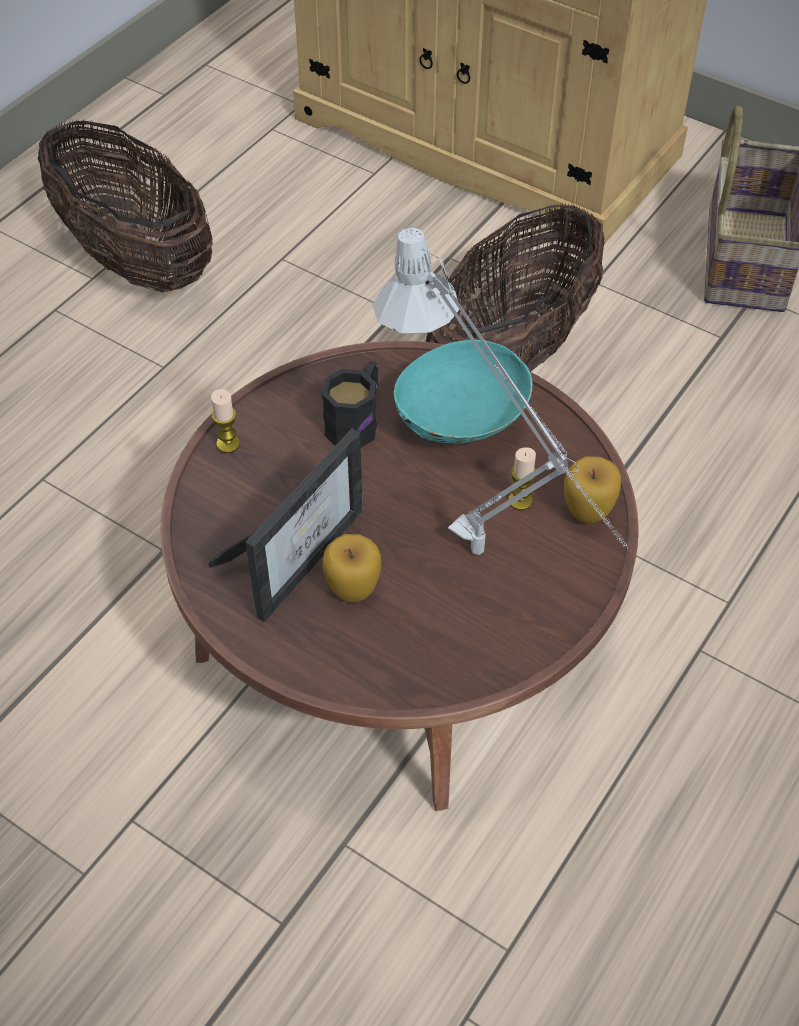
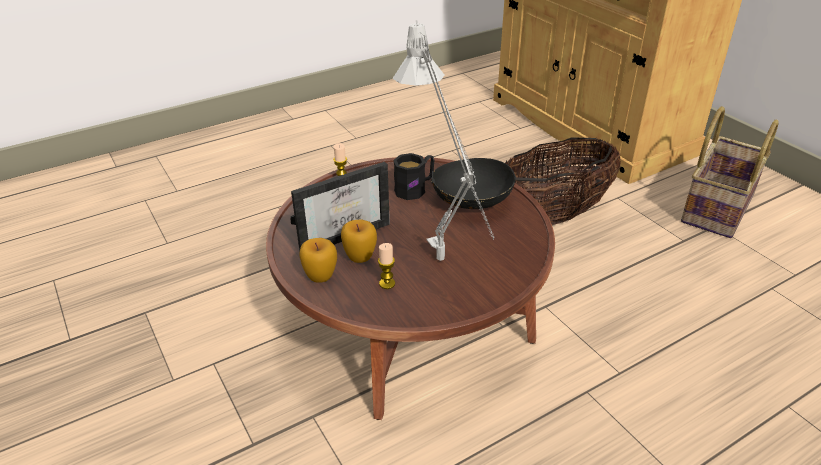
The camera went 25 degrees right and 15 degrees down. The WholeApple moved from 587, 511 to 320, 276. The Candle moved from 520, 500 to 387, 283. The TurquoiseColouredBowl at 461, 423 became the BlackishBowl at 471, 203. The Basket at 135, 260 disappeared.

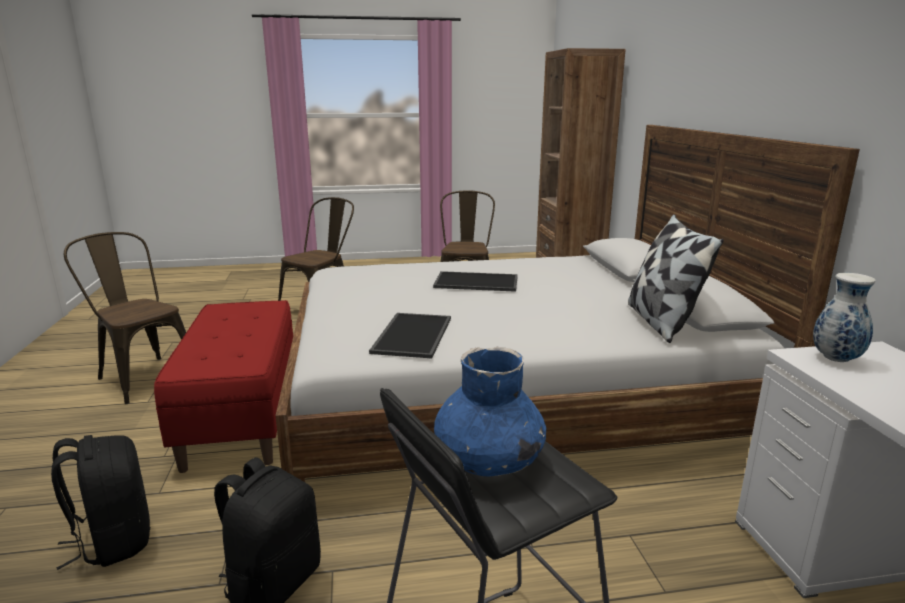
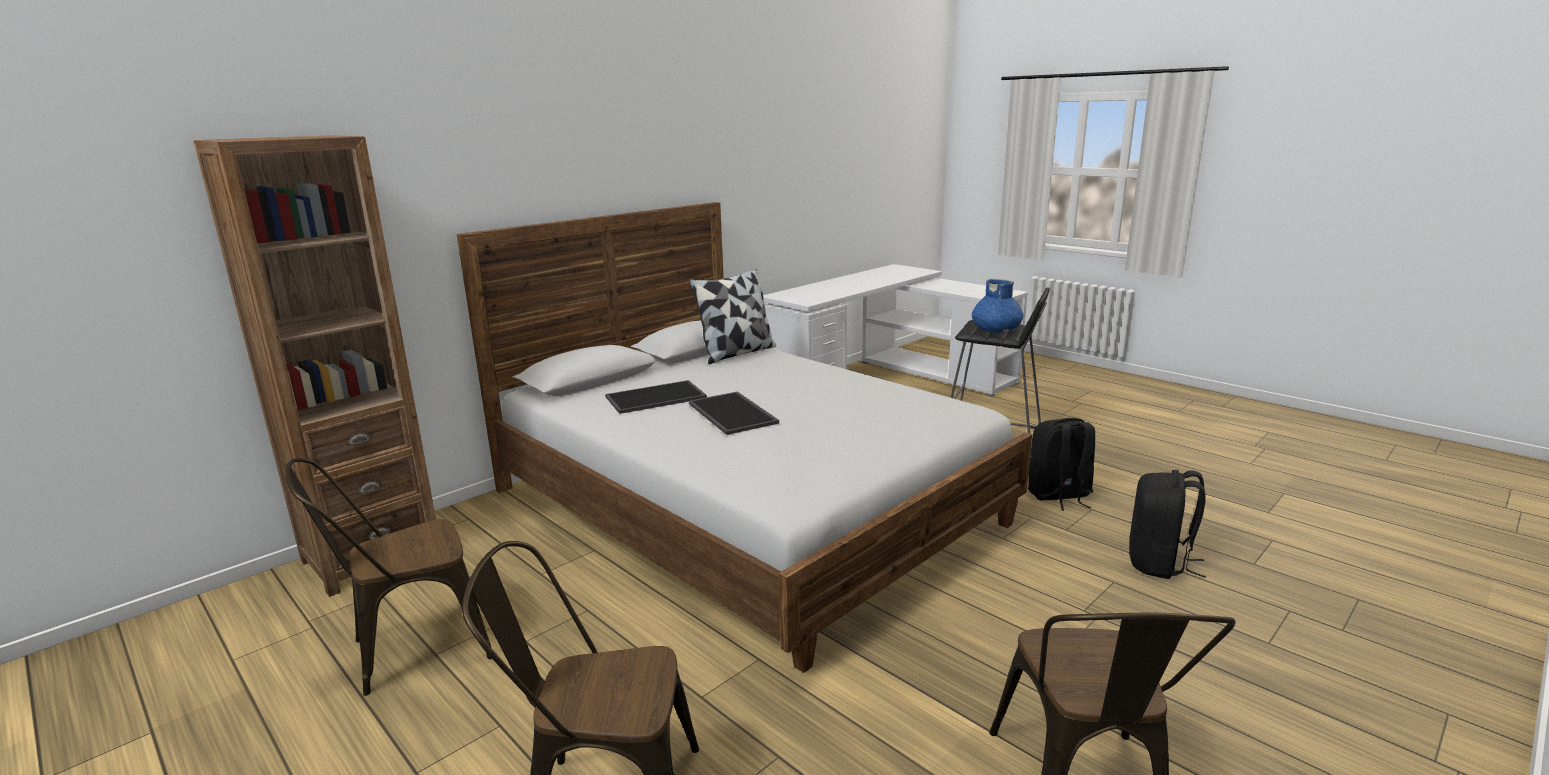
The camera went 125 degrees left and 0 degrees up. The Tray moved from 411, 334 to 655, 398. The RedColouredLongSeat at 243, 416 disappeared. The FlowerVase at 835, 358 disappeared.

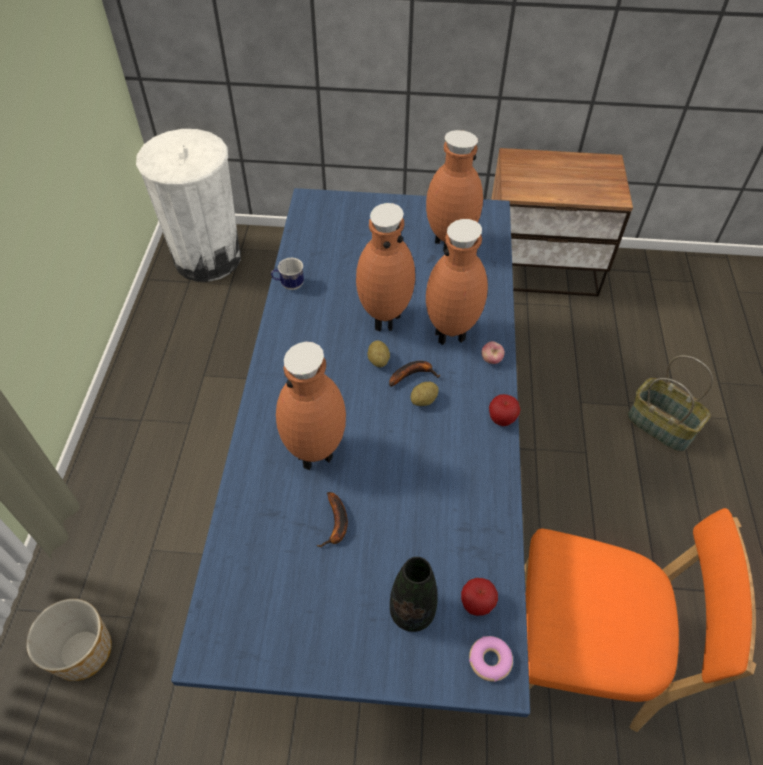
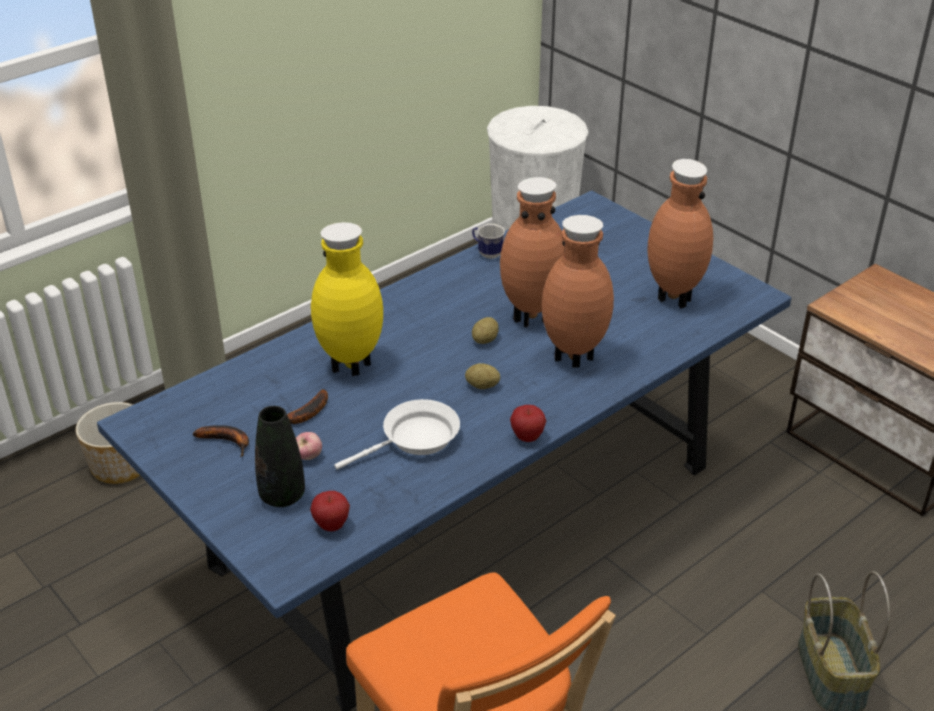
The camera went 45 degrees right and 15 degrees down. The WholeBanana moved from 413, 374 to 228, 441. The WholeApple moved from 491, 360 to 308, 457. The BrownFlowerVase at 317, 455 became the YellowFlowerVase at 351, 368. The WhiteFryingPan at 415, 439 appeared. The RingDoughnut at 490, 660 disappeared.

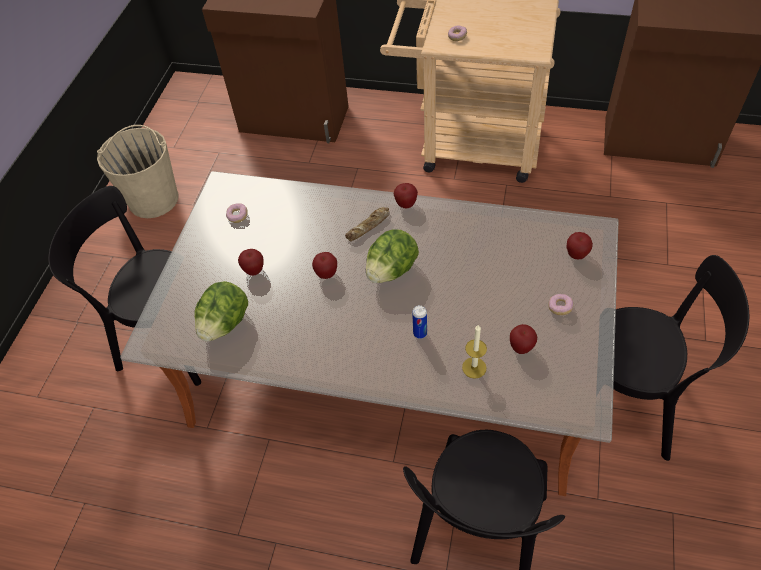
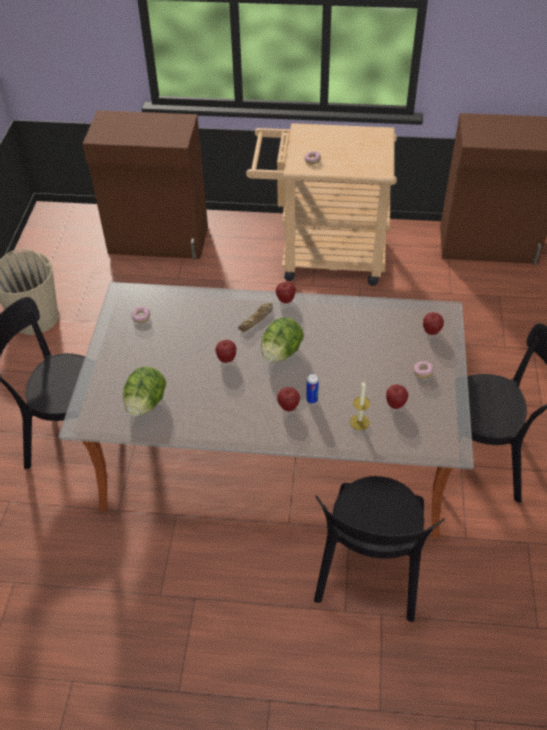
The camera went 10 degrees left and 5 degrees down. The WholeApple moved from 254, 270 to 288, 407.

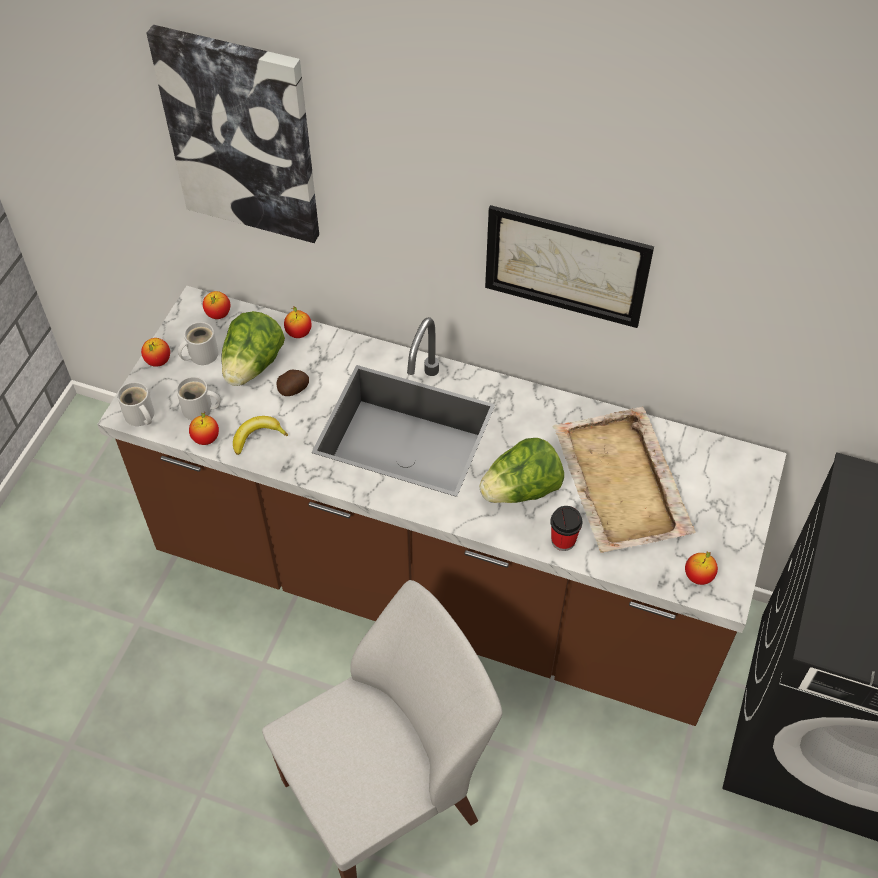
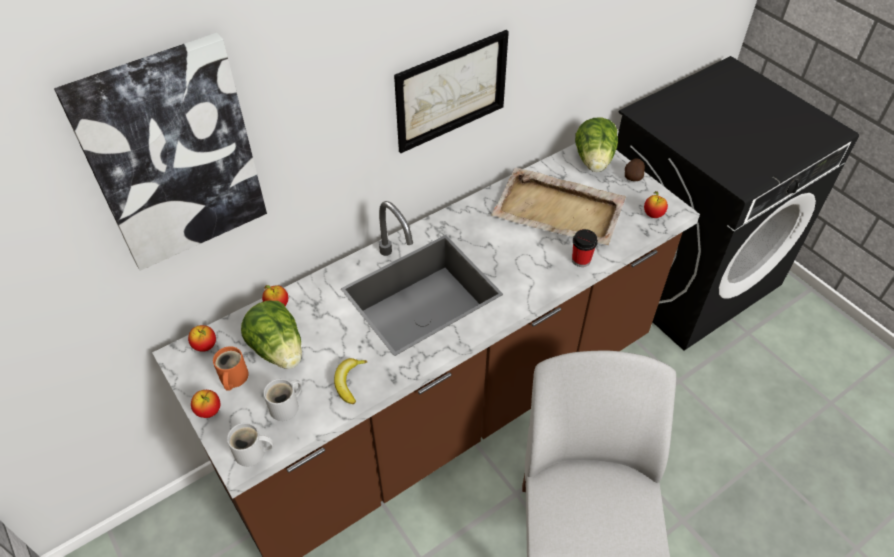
The camera went 55 degrees left and 5 degrees down. The WhiteCoffeeMug at 200, 354 became the OrangeyCoffeeMug at 232, 378. The HeadOfLettuce moved from 521, 490 to 594, 161. The WholePotato moved from 294, 389 to 633, 176. The WholeApple at 206, 438 disappeared.

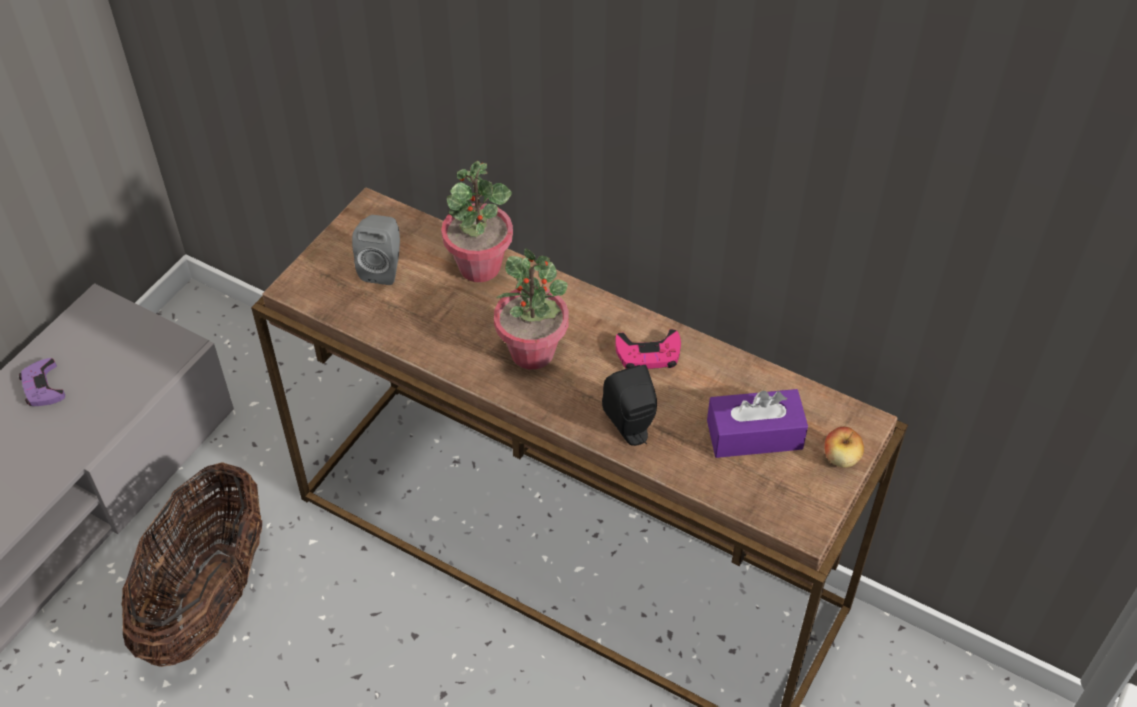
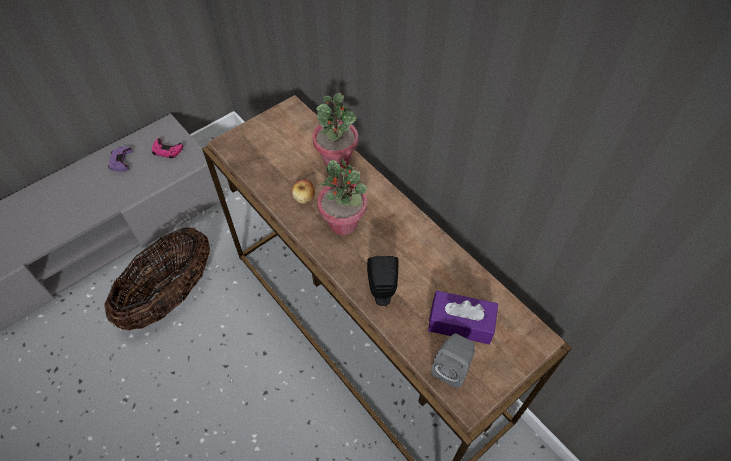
The camera went 20 degrees right and 5 degrees up. The PinkColouredGameController moved from 648, 354 to 167, 150. The WholeApple moved from 841, 458 to 304, 198. The GreyishLoudspeaker moved from 383, 268 to 452, 367.

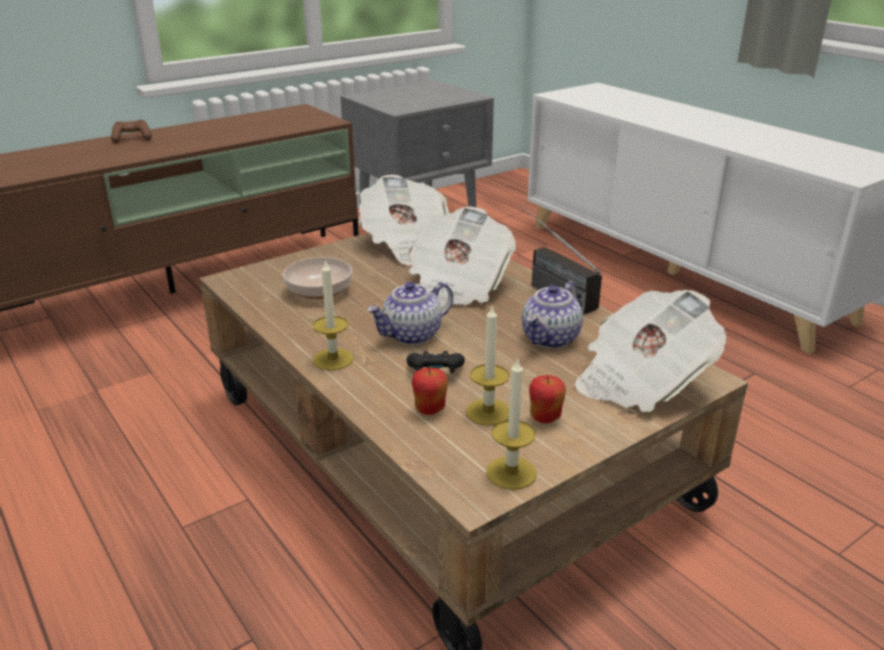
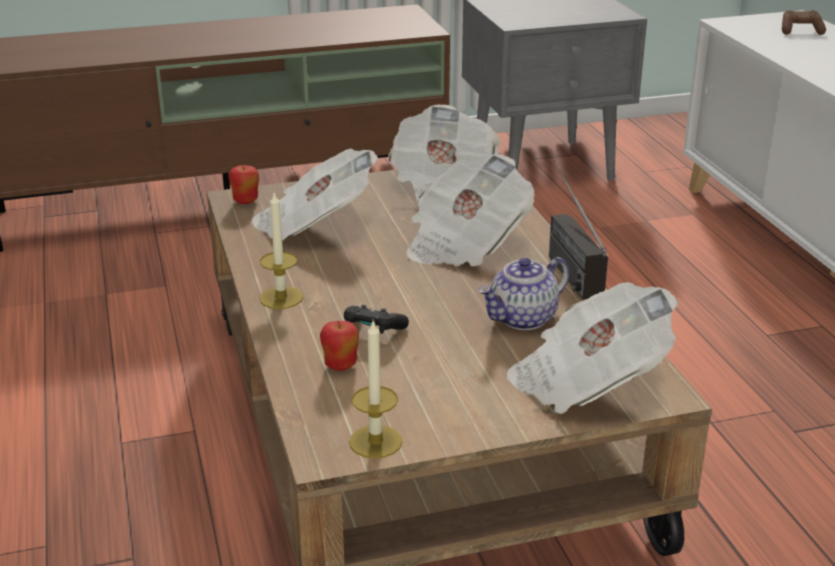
The camera went 20 degrees right and 0 degrees up. The WholeApple moved from 545, 418 to 245, 201. The Bowl at 318, 291 was replaced by the Newspaper at 314, 225. The BrownGameController moved from 132, 139 to 800, 31. The Teapot at 412, 335 disappeared. The Candle at 488, 412 disappeared.

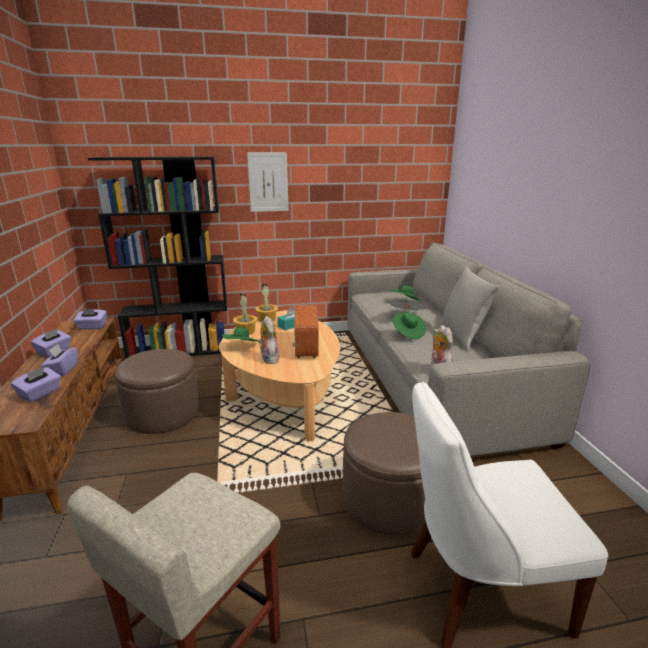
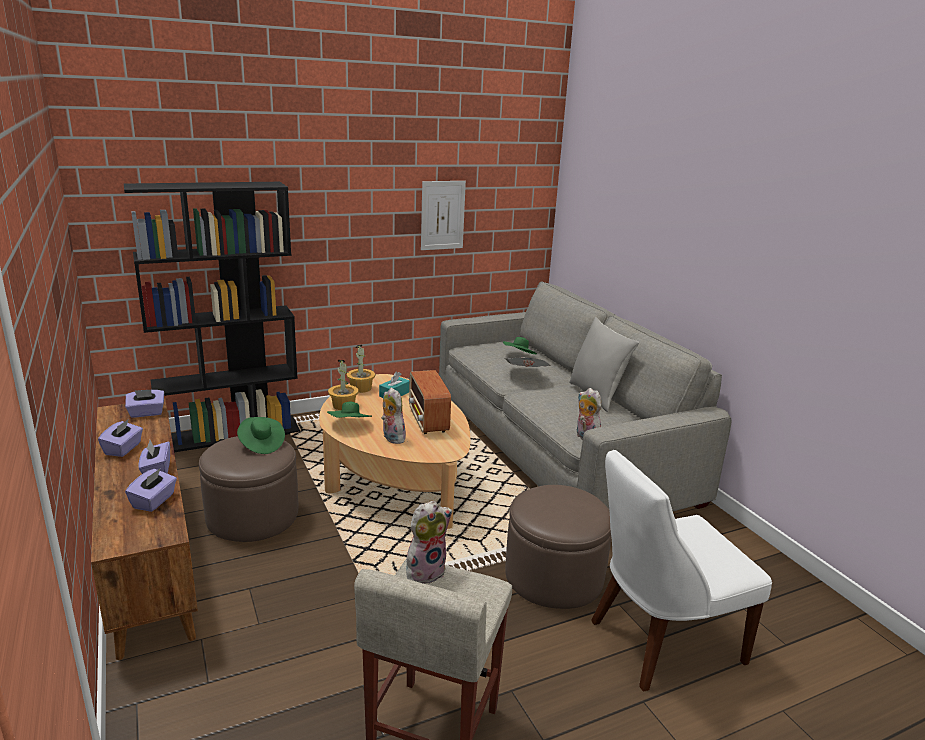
The camera went 15 degrees left and 0 degrees up. The GreenWearableHat moved from 408, 333 to 261, 444. The SoftToy at 426, 571 appeared. The WallArt moved from 268, 182 to 442, 215.

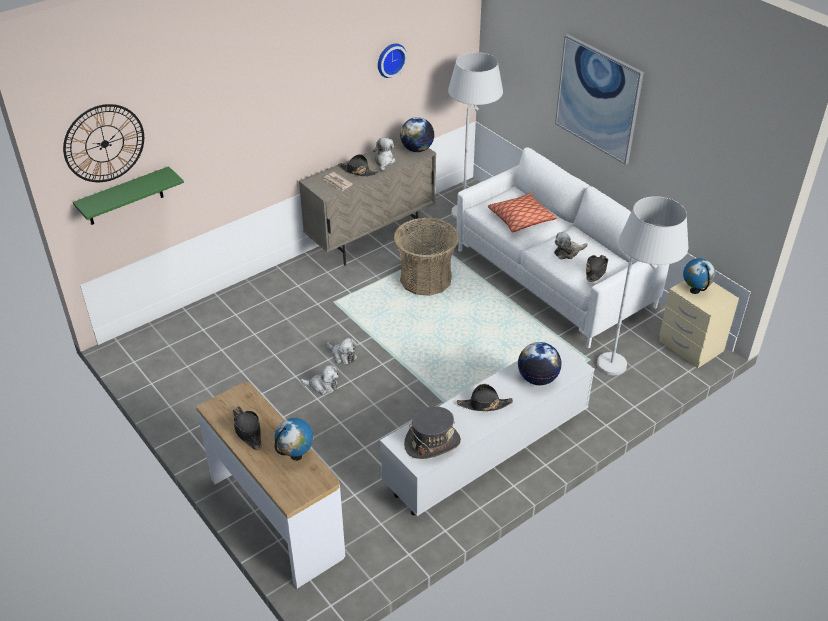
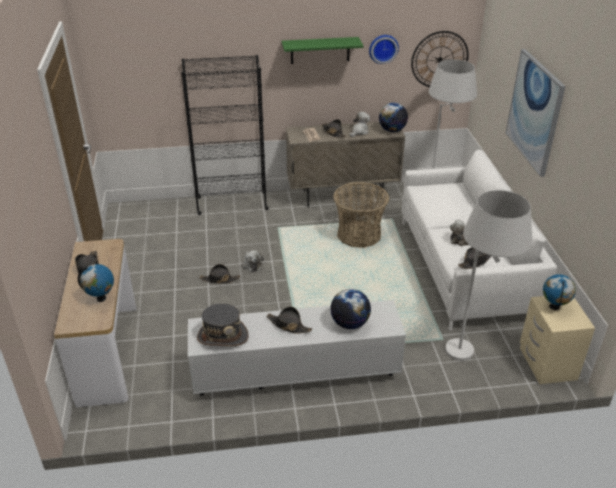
The camera went 30 degrees right and 5 degrees down. The BlackishShelvingUnit at 231, 203 appeared. The SoftToy at 322, 386 was replaced by the BlackishWearableHat at 219, 279. The GreenWallShelf moved from 124, 197 to 320, 50. The HangingClock moved from 104, 143 to 439, 59. The Pillow at 521, 219 disappeared.

